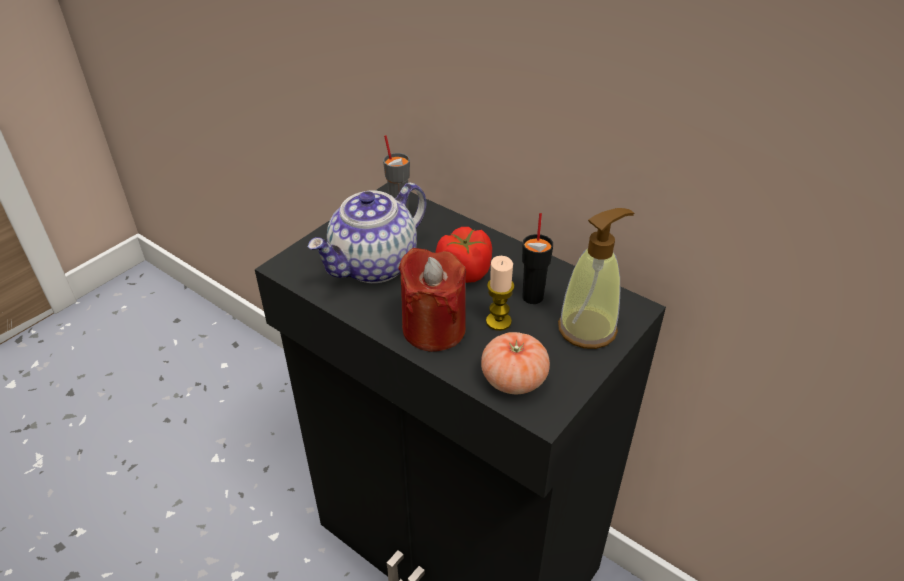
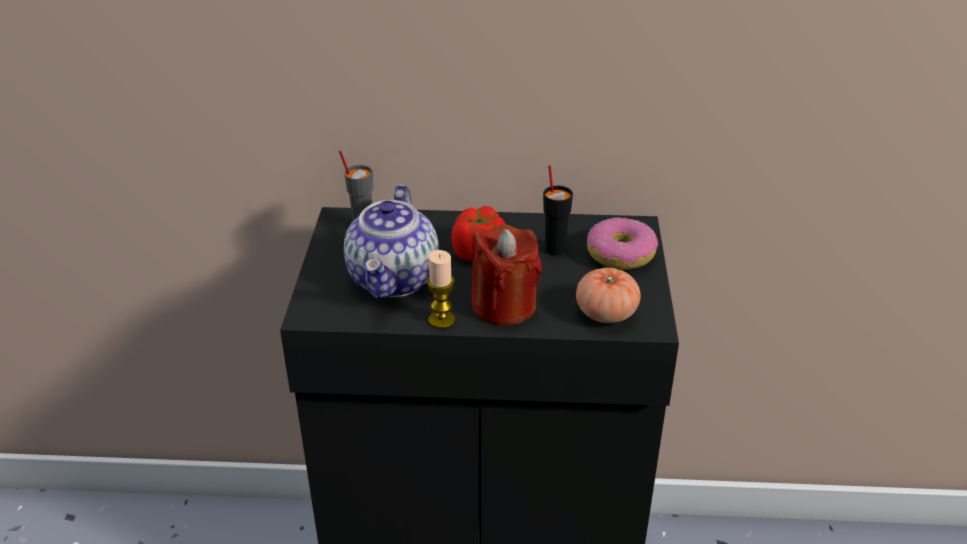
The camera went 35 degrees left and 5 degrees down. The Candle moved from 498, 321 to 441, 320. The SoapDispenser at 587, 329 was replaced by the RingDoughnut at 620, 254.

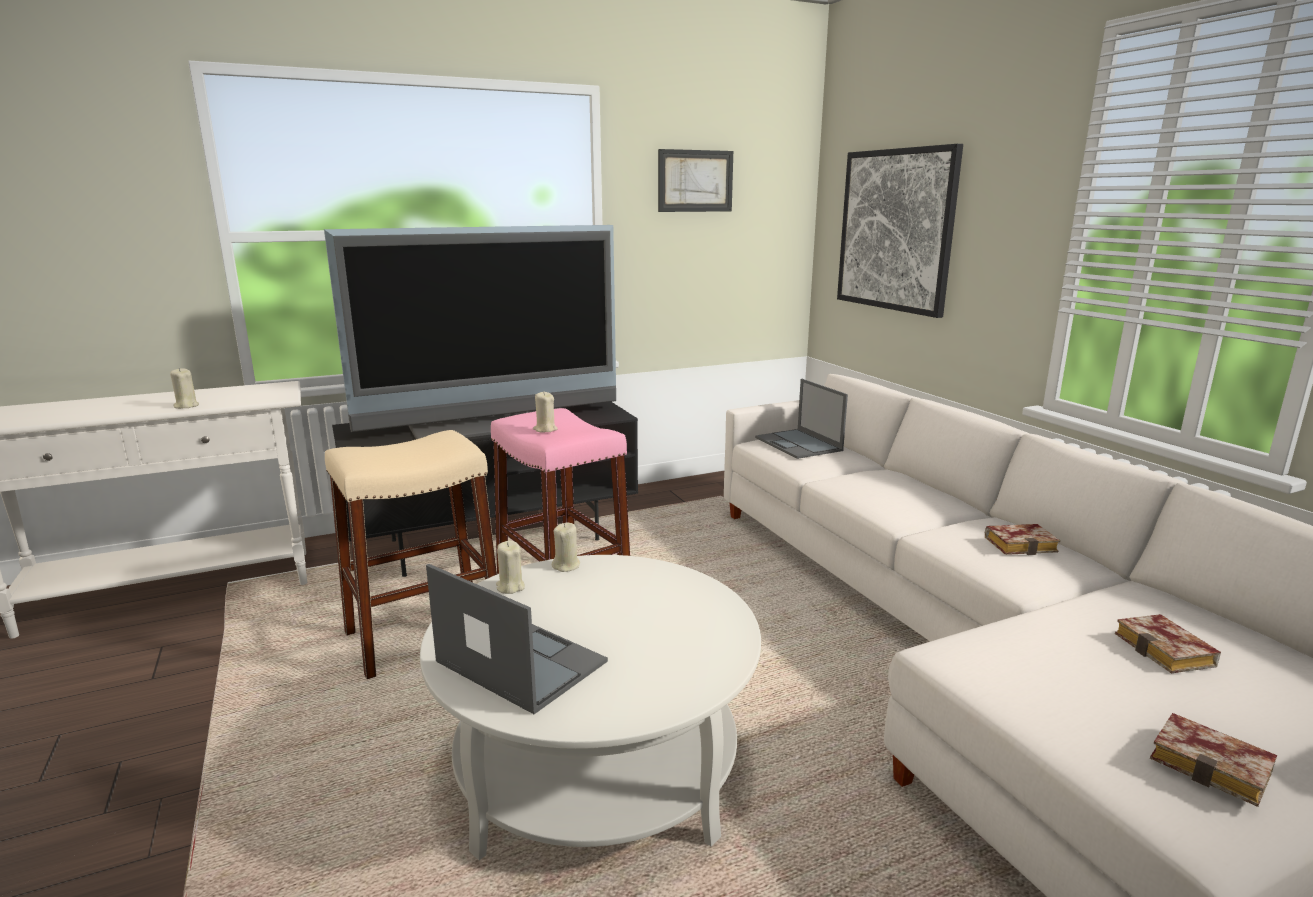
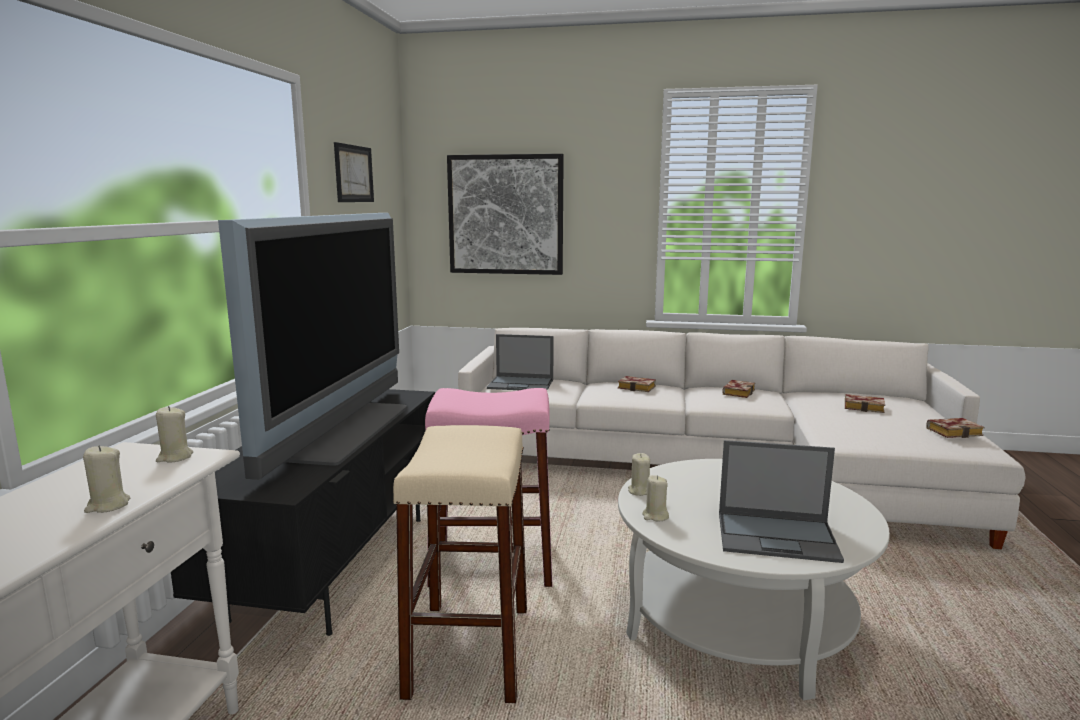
The camera went 55 degrees left and 5 degrees down. The BeigeColouredCandle moved from 545, 429 to 174, 457. The Volume at 638, 387 appeared. The PortableComputer at 519, 662 turned 150 degrees counterclockwise.

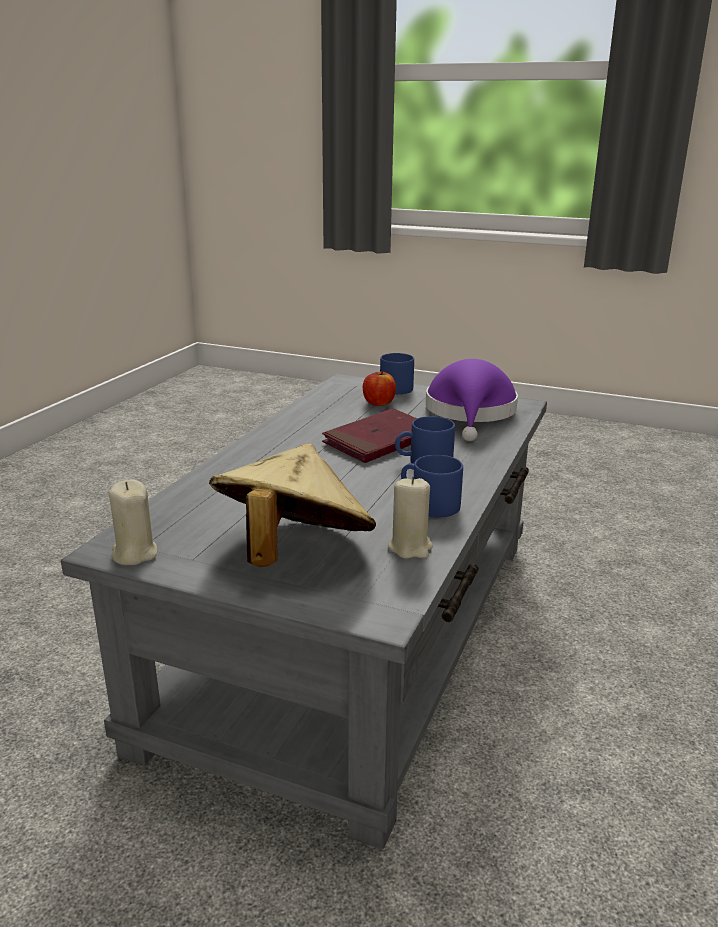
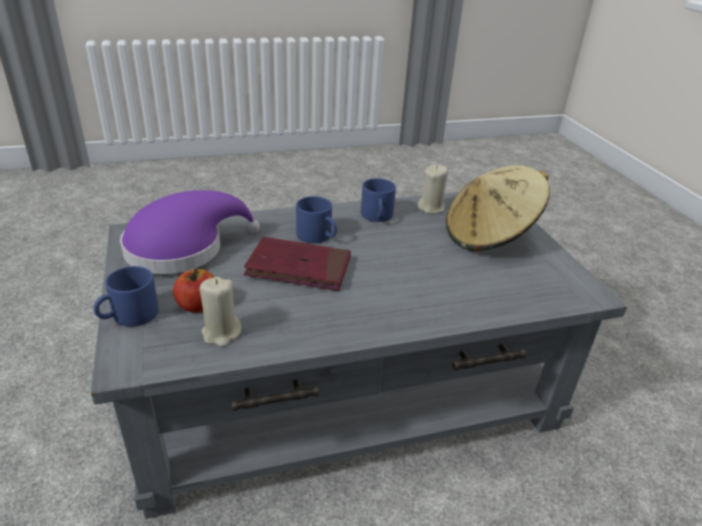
The camera went 130 degrees left and 10 degrees up. The BeigeColouredCandle moved from 134, 554 to 221, 333.

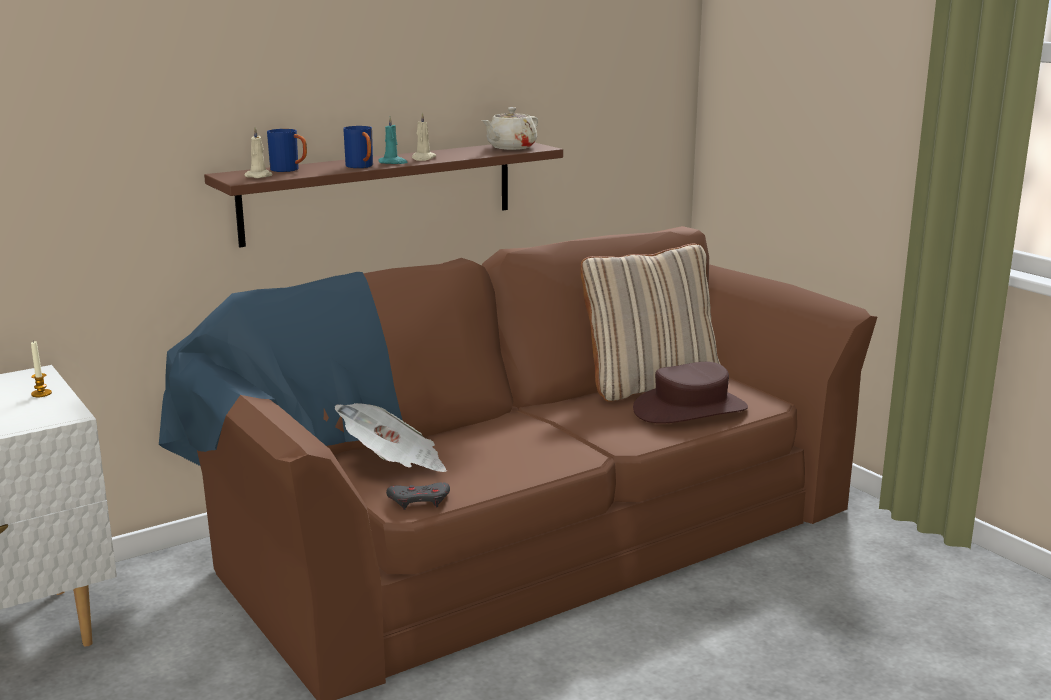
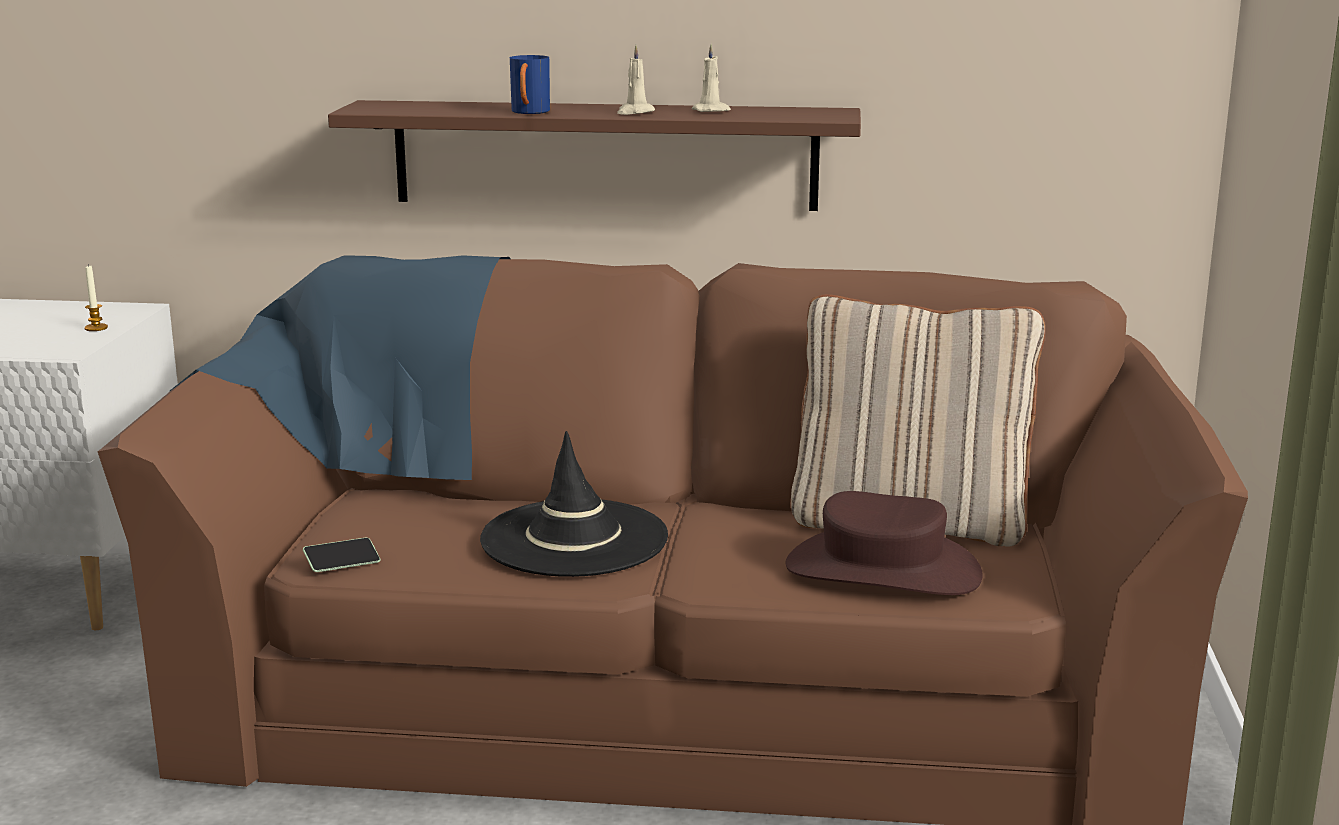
The camera went 40 degrees right and 0 degrees up. The GreyishGameController at 419, 500 was replaced by the Phone at 342, 564. The BlackishWearableHat at 574, 539 appeared. The BeigeColouredCandle moved from 259, 176 to 712, 110. The BlueCoffeeMug at 290, 170 disappeared. The Newspaper at 394, 464 disappeared. The TurquoiseColouredCandle at 393, 163 disappeared. The BeigeColouredTeapot at 510, 147 disappeared.

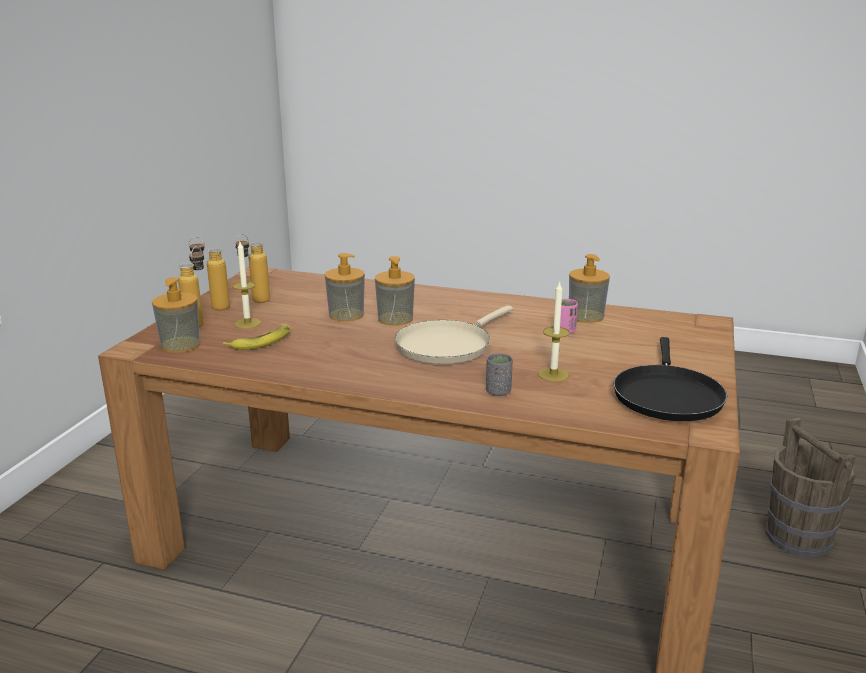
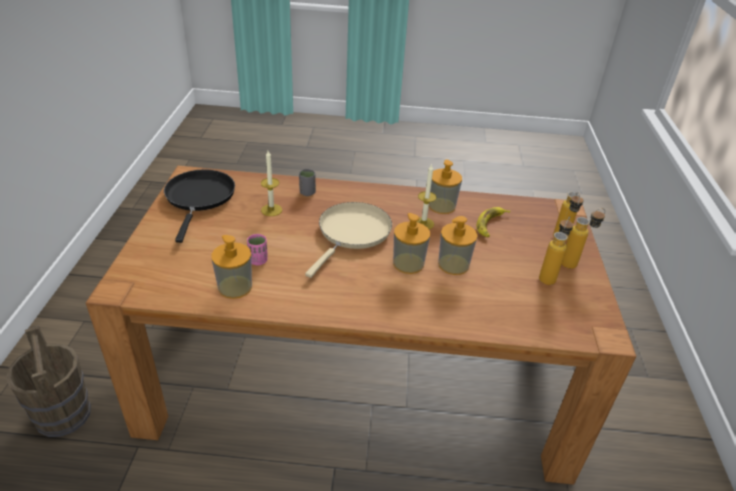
The camera went 165 degrees right and 15 degrees up. The Candle moved from 247, 323 to 423, 223. The SoapDispenser moved from 180, 344 to 441, 206.

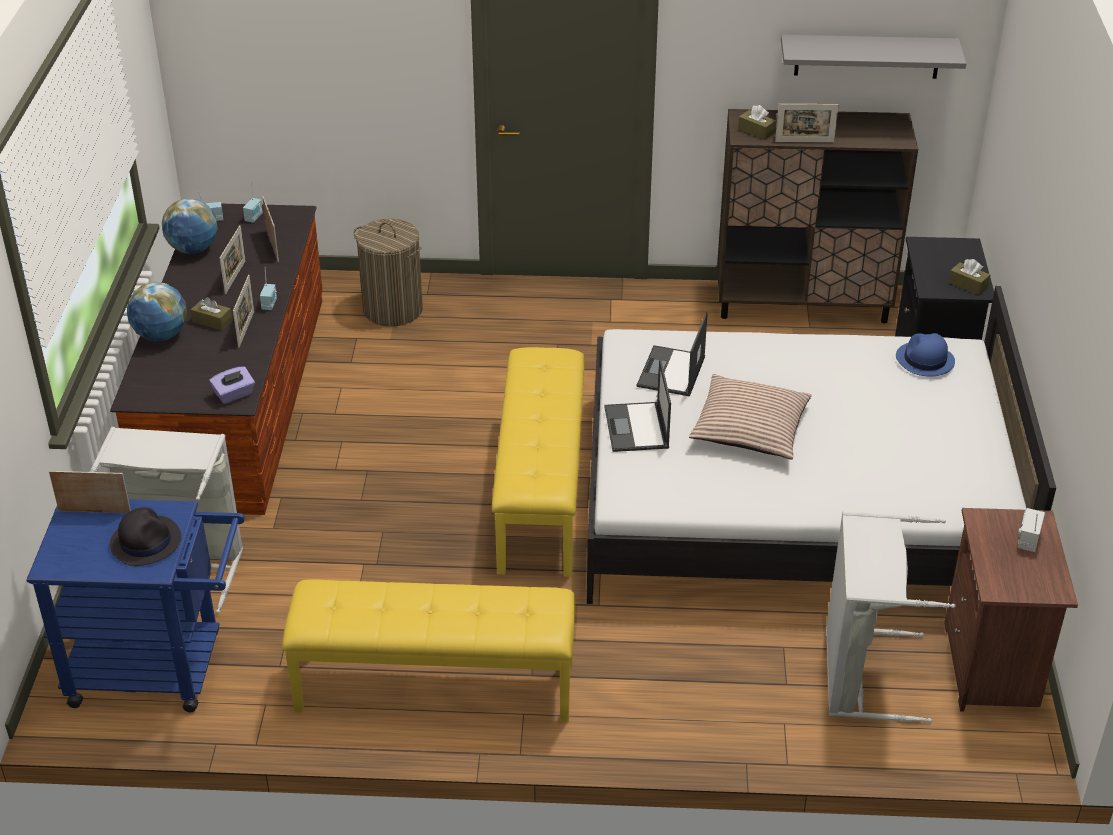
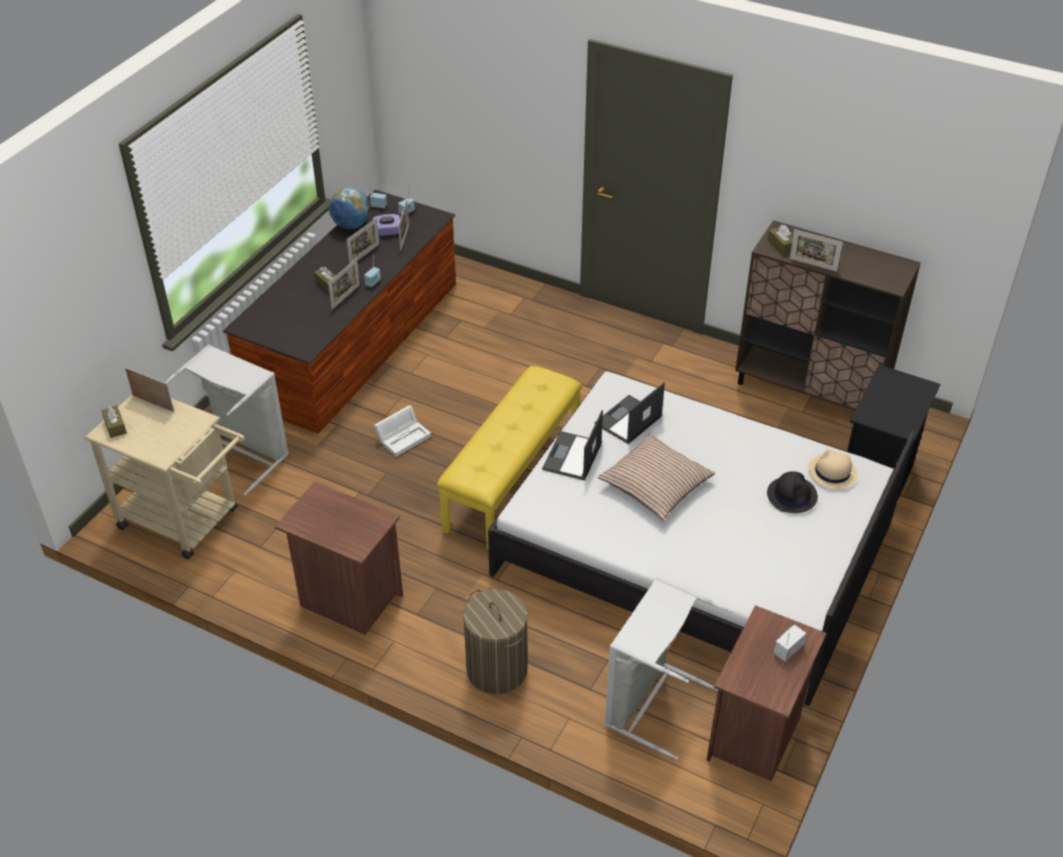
The camera went 25 degrees right and 5 degrees up. The BlueCart at 160, 669 became the BeigeColouredCart at 187, 521. The BrownTissueHolder moved from 968, 284 to 115, 426. The YellowLongSeat at 434, 688 was replaced by the BrownNightstand at 347, 599. The PurpleColouredTissueHolder moved from 234, 395 to 387, 231. The WhiteStorageBin at 404, 436 appeared. The Hamper moved from 392, 309 to 496, 669. The BlackishWearableHat moved from 146, 541 to 792, 495. The BlueWearableHat at 924, 360 became the BeigeColouredWearableHat at 832, 472. The DeskGlobe at 161, 335 disappeared. The GreyishWallShelf at 867, 56 disappeared.

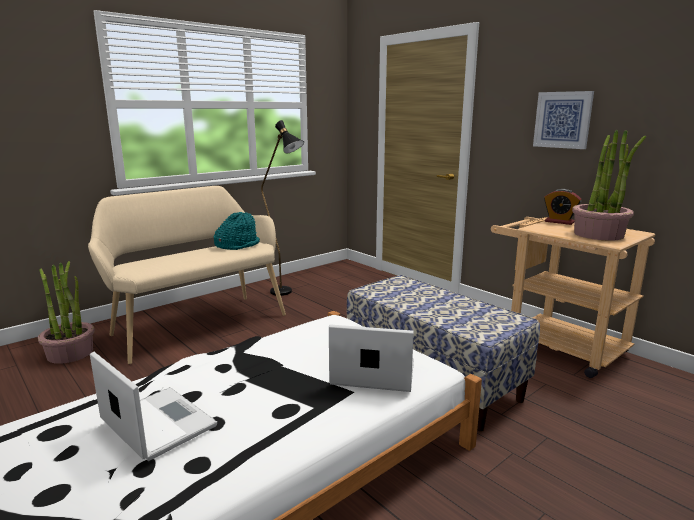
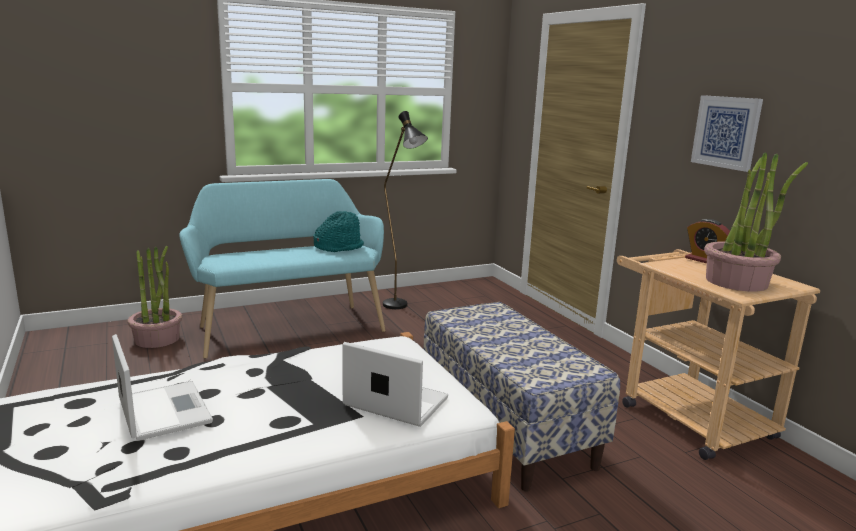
The camera went 15 degrees right and 0 degrees up. The BeigeColouredLongSeat at 196, 323 became the TurquoiseColouredLongSeat at 288, 327.

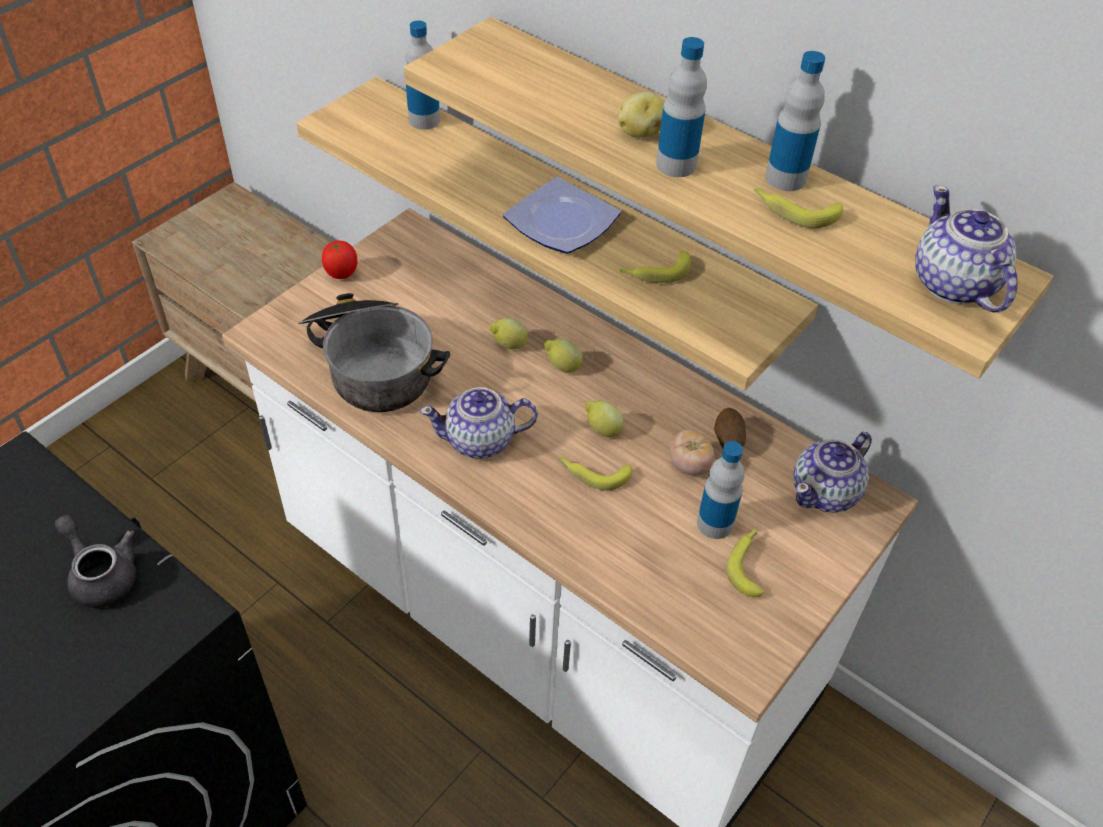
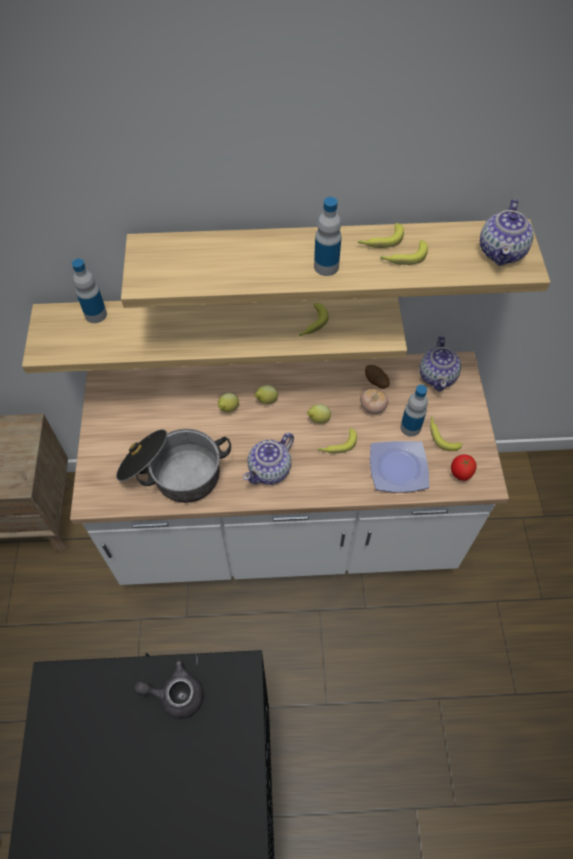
The camera went 40 degrees left and 10 degrees up. The BeverageBottle at 785, 178 was replaced by the WholeBanana at 380, 240. The DinnerPlate moved from 564, 222 to 399, 467. The FreshTomato moved from 341, 275 to 460, 474. The Teapot at 953, 285 turned 105 degrees counterclockwise. The WholePotato at 639, 132 disappeared.

